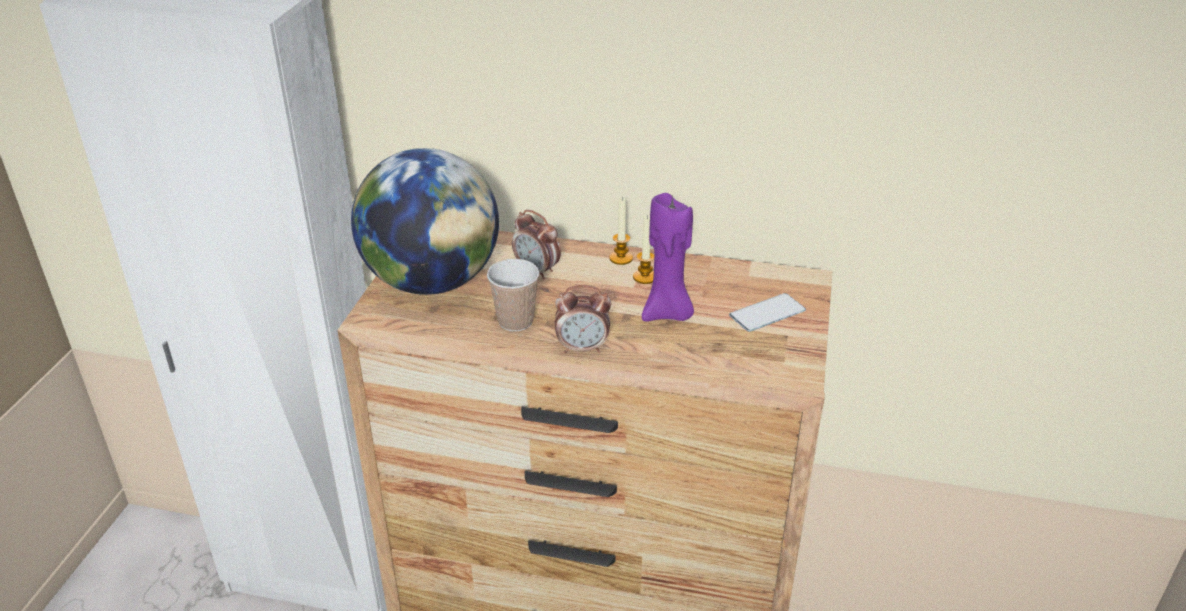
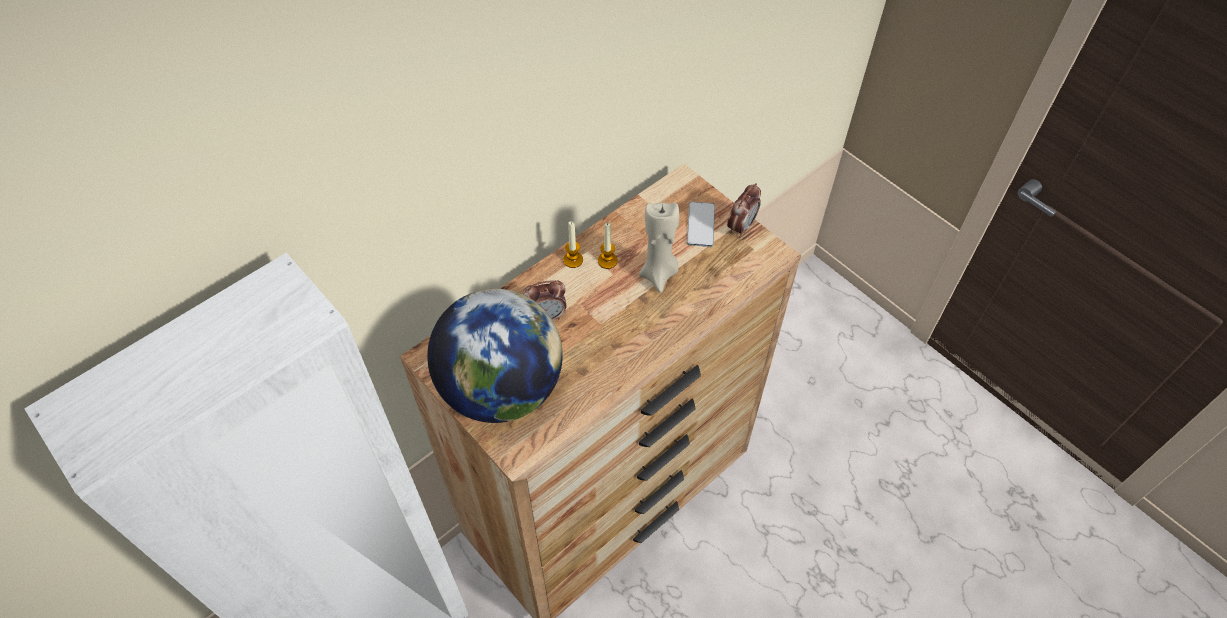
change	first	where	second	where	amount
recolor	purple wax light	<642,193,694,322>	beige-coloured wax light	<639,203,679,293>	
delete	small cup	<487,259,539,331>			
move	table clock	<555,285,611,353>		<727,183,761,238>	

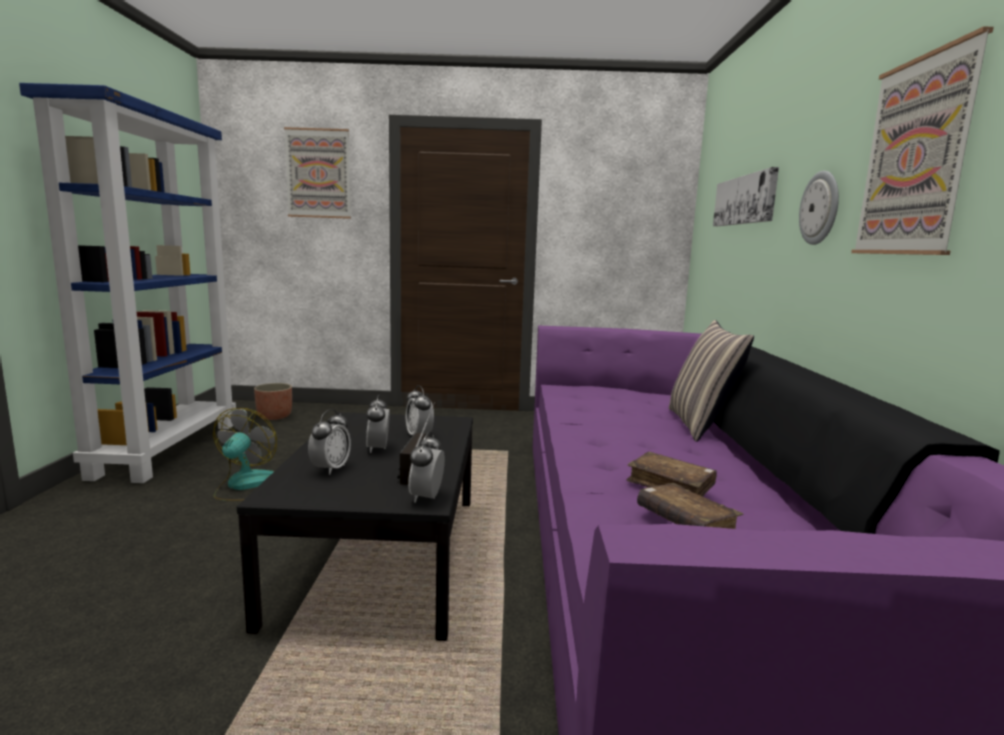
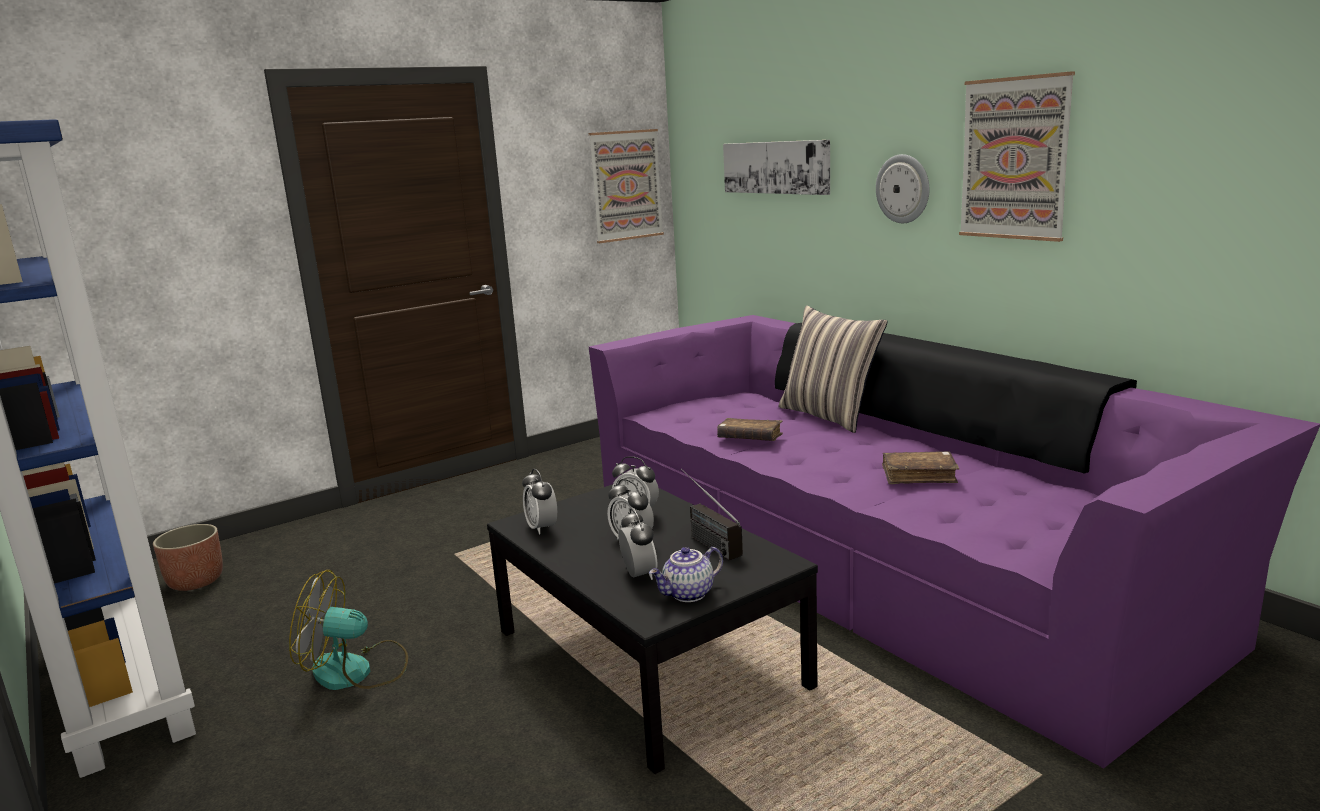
change	first	where	second	where	amount
move	wall picture	<284,127,351,219>		<589,129,664,243>	
rotate	fan	<213,408,277,501>		<289,570,408,690>	60 degrees counterclockwise
move	table clock	<408,431,445,503>		<522,469,557,535>	
move	brown-coloured volume	<637,483,743,529>		<717,418,783,441>	
insert			tea pot	<649,547,723,602>	

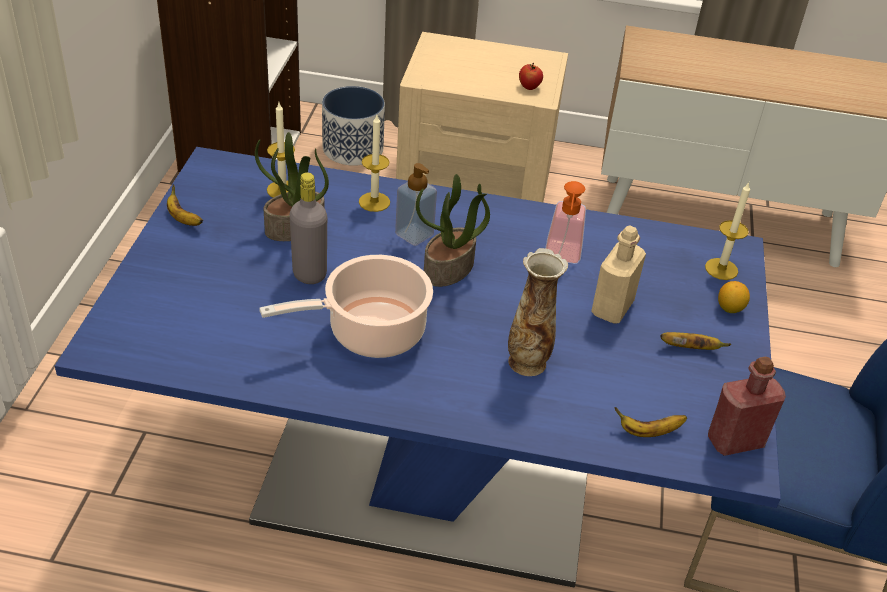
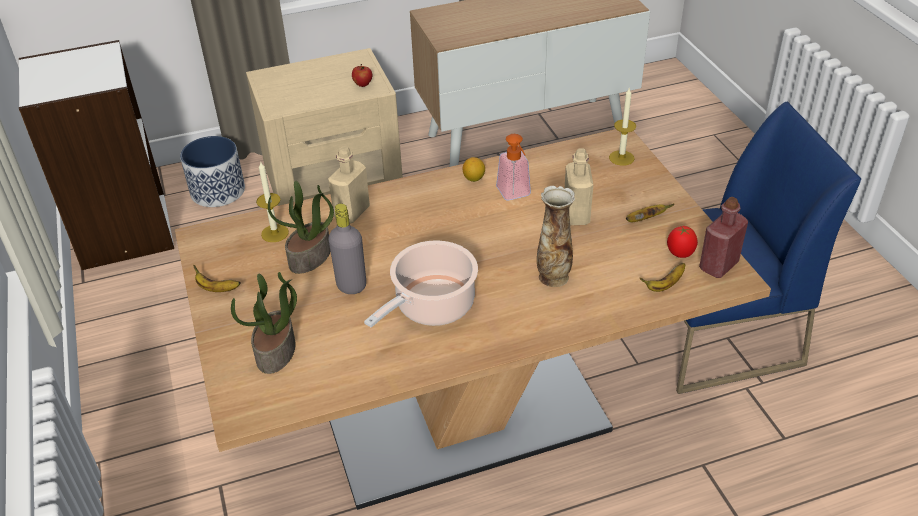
change	first	where	second	where	amount
replace	wax light	<359,115,390,212>	beige-coloured drink bottle	<328,146,370,224>	
recolor	blue dining table	<55,147,781,587>	brown-coloured dining table	<175,129,771,510>	
delete	liquid soap bottle	<395,163,437,246>			
move	potted plant	<416,174,490,287>		<231,272,297,374>	
move	citrus fruit	<718,281,750,313>		<462,157,485,182>	
insert			tomato	<667,226,698,258>	

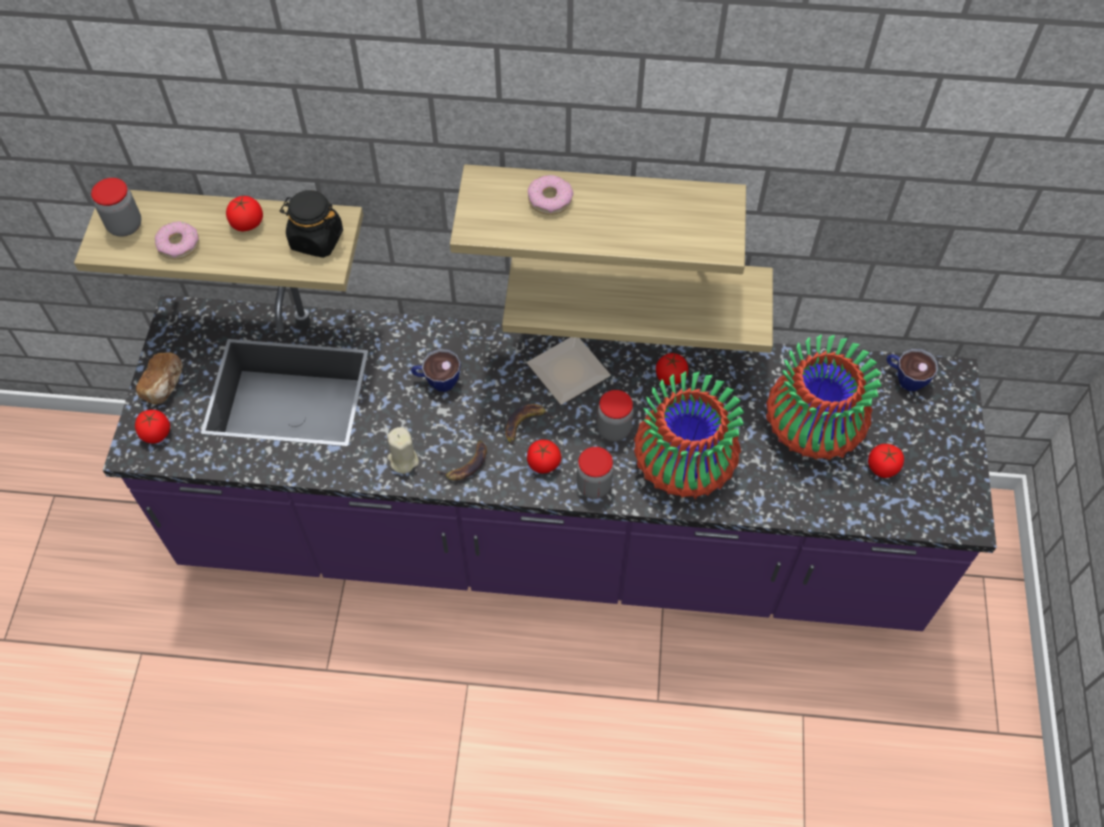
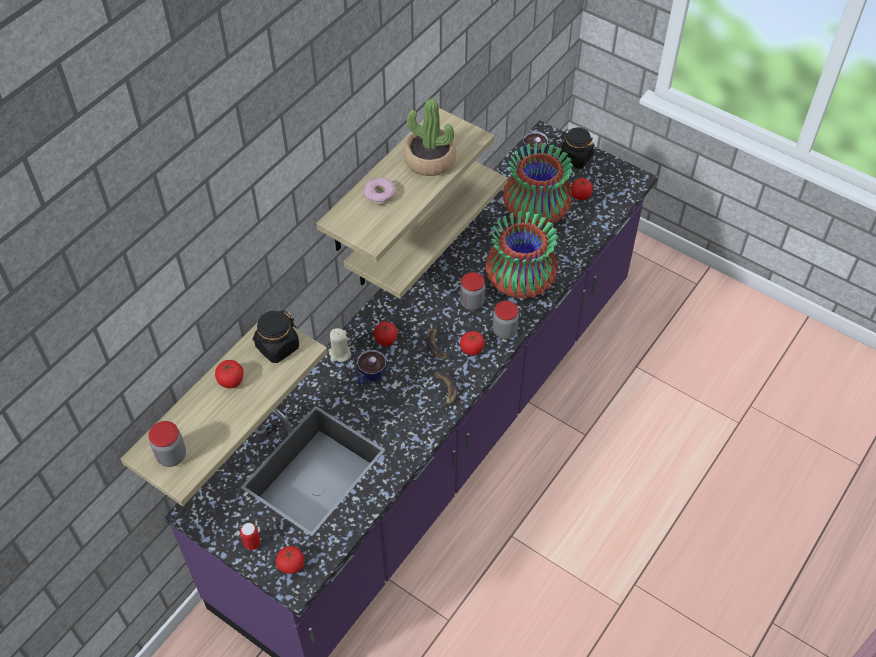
change	first	where	second	where	amount
delete	doughnut	<155,221,199,259>			
delete	flat dish	<527,337,611,405>			
replace	baked bread	<136,353,183,404>	metal can	<240,523,261,550>	
move	tomato	<656,353,688,385>		<374,321,398,346>	
move	beige-coloured wax light	<387,427,419,474>		<329,328,351,362>	
insert			potted plant	<403,98,457,176>	
insert			blackish preserve jar	<559,127,594,169>	

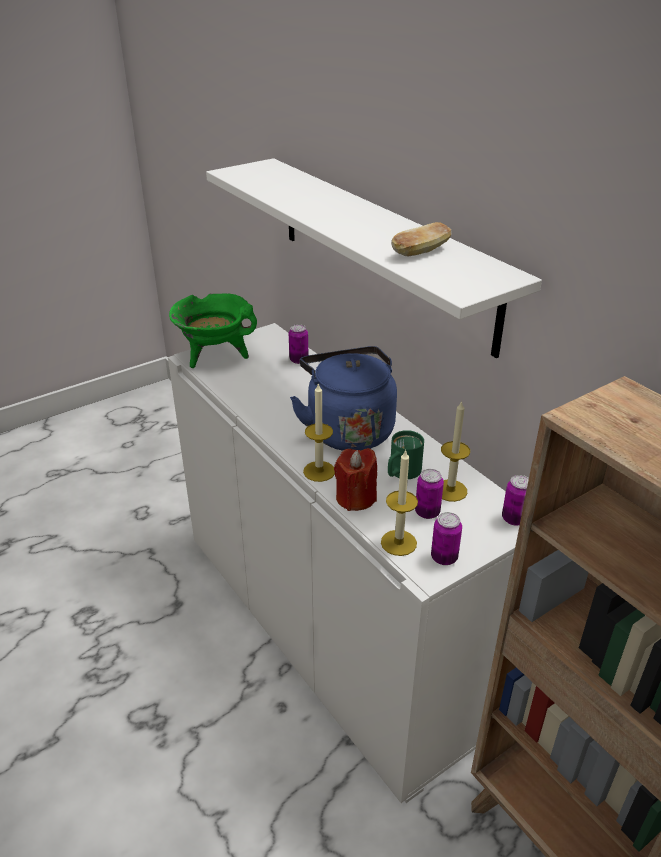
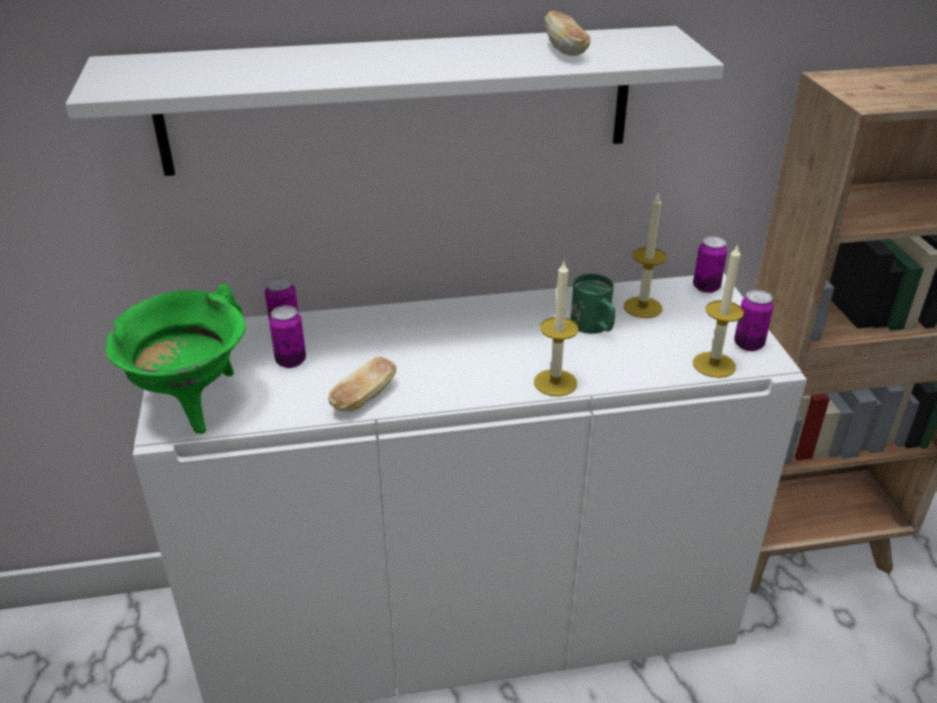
change	first	where	second	where	amount
delete	blue tea kettle	<290,346,397,450>			
delete	red-coloured wax light	<334,448,377,511>			
move	metal can	<415,469,444,519>		<269,305,306,368>	
insert			baked bread	<328,357,396,412>	

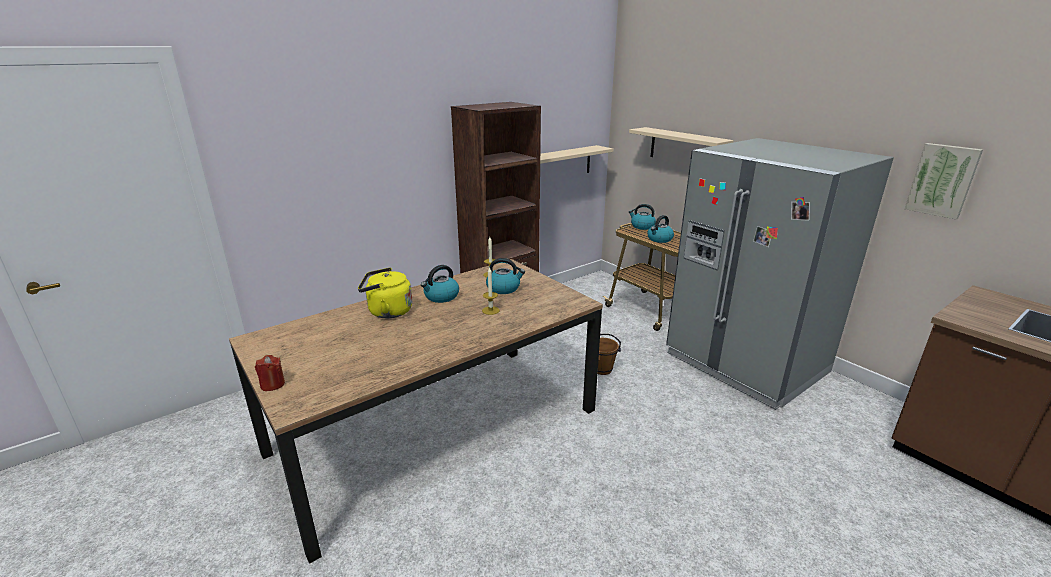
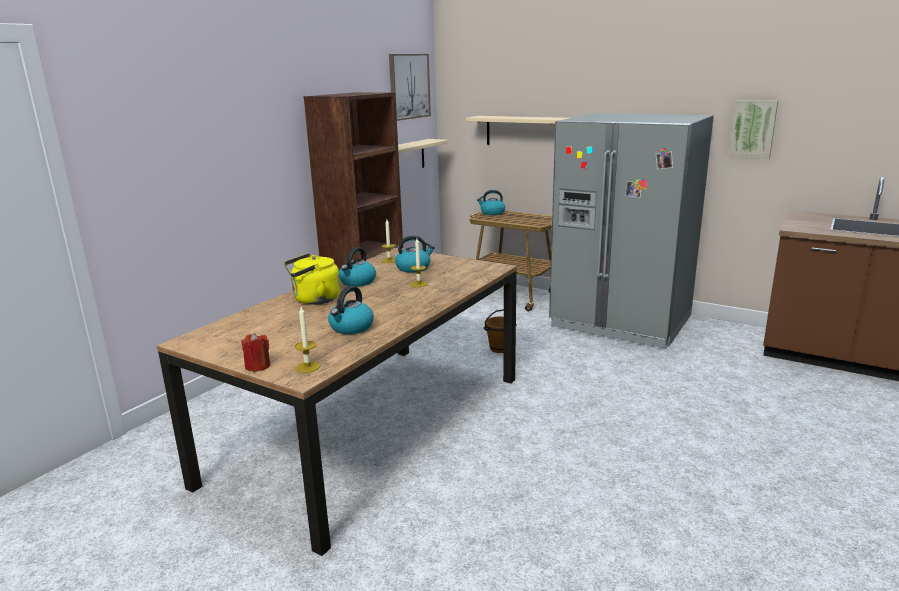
change	first	where	second	where	amount
move	tea kettle	<647,215,674,243>		<328,286,374,334>	
insert			wall picture	<389,54,431,121>	
insert			wax light	<295,307,320,373>	

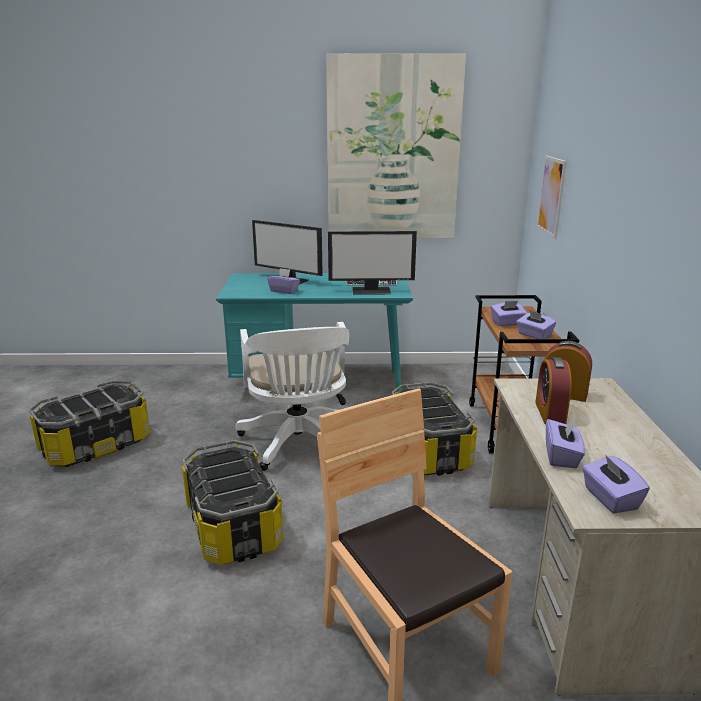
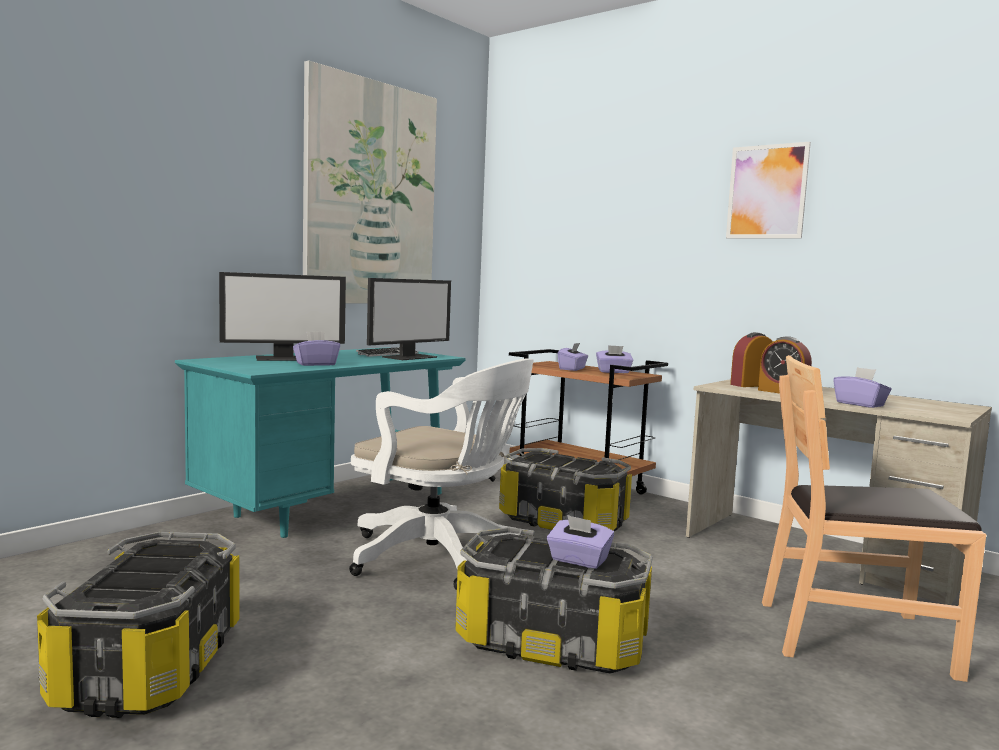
change	first	where	second	where	amount
move	wall picture	<537,156,567,239>		<726,142,811,239>	
move	purple box of tissues	<582,454,650,514>		<547,515,614,569>	

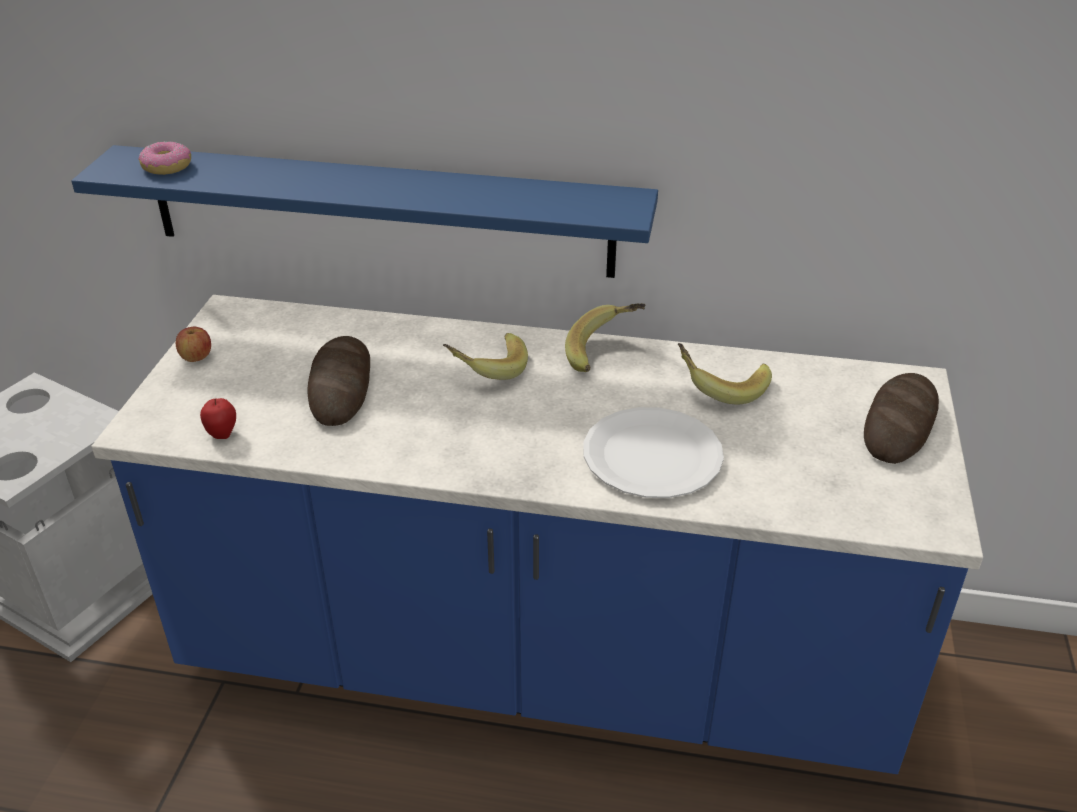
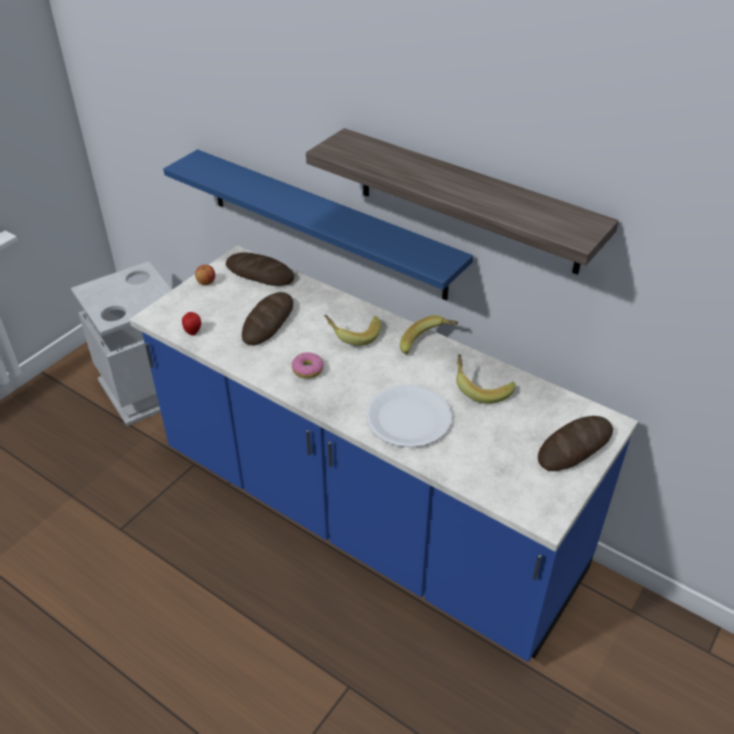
change	first	where	second	where	amount
move	doughnut	<138,141,191,175>		<292,352,324,378>	
insert			shelf	<306,128,619,275>	
insert			baked bread	<226,253,295,286>	

